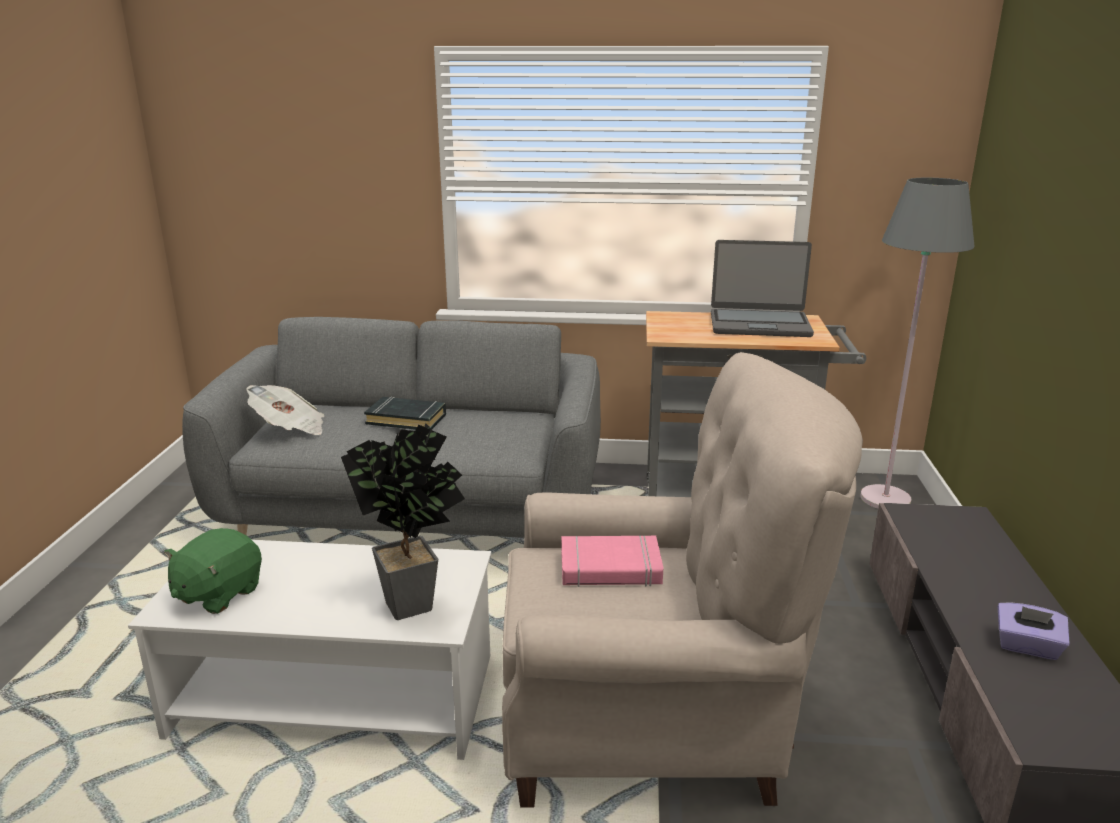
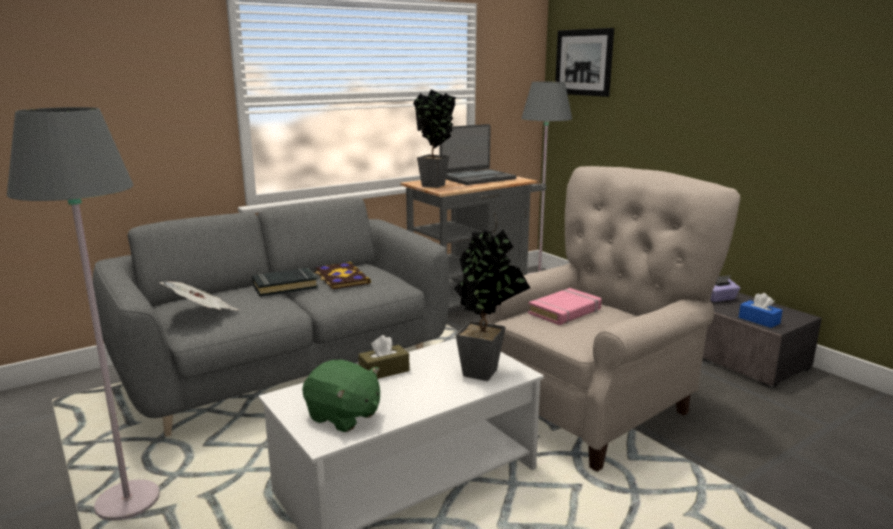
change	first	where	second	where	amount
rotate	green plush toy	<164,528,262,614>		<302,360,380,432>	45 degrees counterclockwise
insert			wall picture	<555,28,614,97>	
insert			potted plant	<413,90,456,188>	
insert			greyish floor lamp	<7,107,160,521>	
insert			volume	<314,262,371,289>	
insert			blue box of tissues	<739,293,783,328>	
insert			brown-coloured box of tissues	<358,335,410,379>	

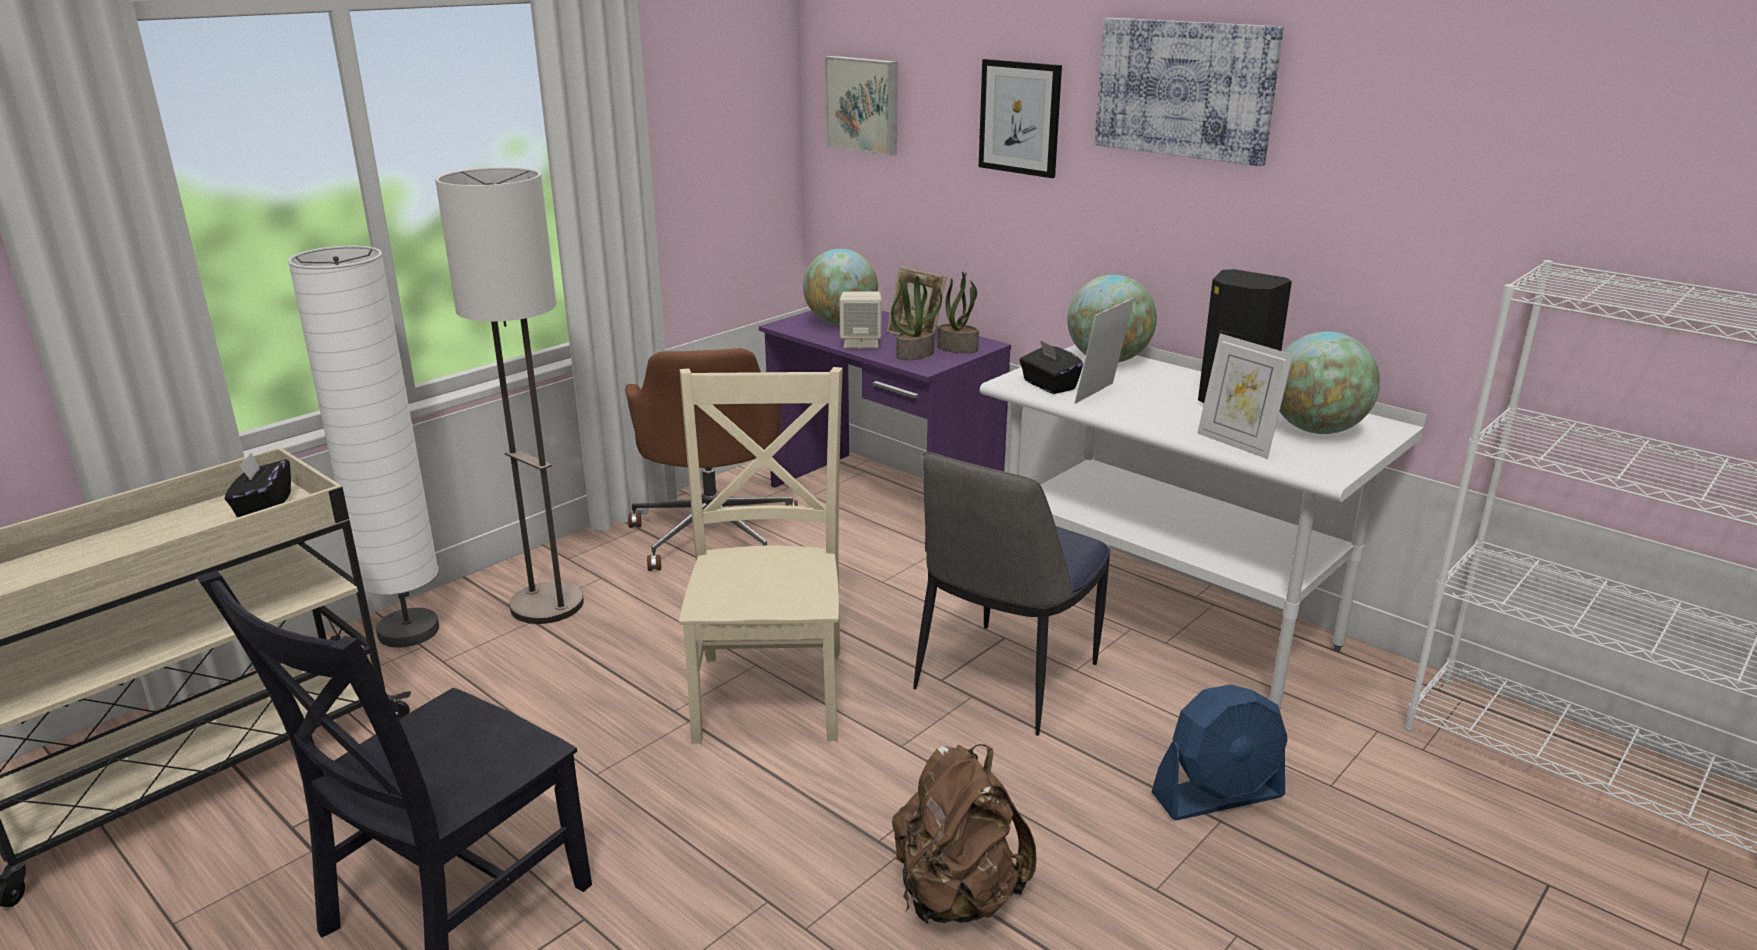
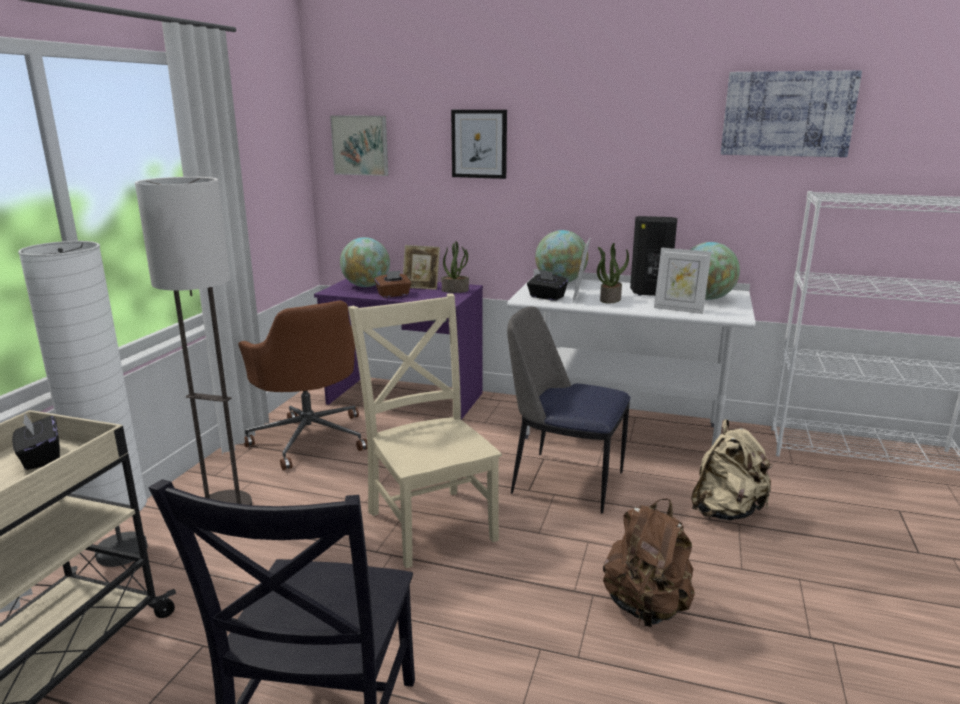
change	first	where	second	where	amount
move	wall picture	<1095,18,1284,166>		<721,70,862,157>	
move	potted plant	<891,276,942,360>		<597,243,629,303>	
replace	beige-coloured speaker	<840,292,882,349>	brown-coloured box of tissues	<375,270,411,298>	
rotate	chair	<913,452,1111,736>		<507,307,631,513>	105 degrees clockwise
replace	blue fan	<1151,684,1288,820>	beige-coloured knapsack	<691,419,773,520>	

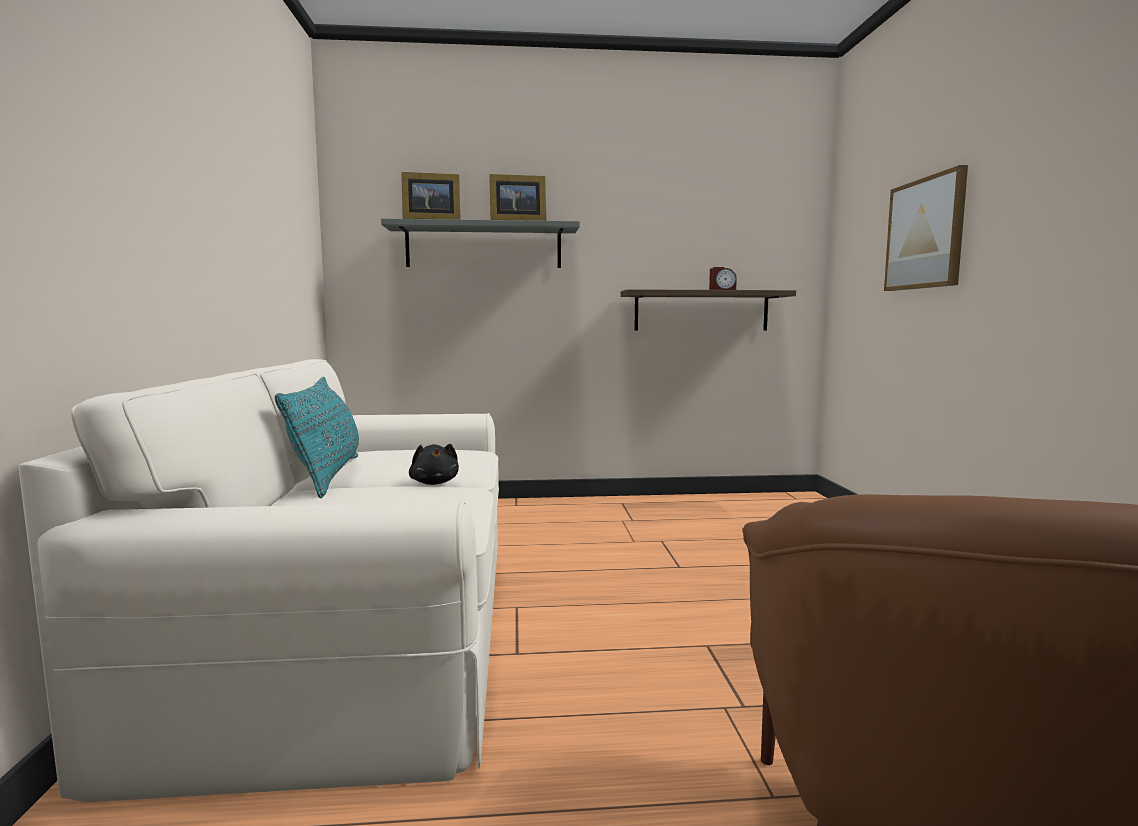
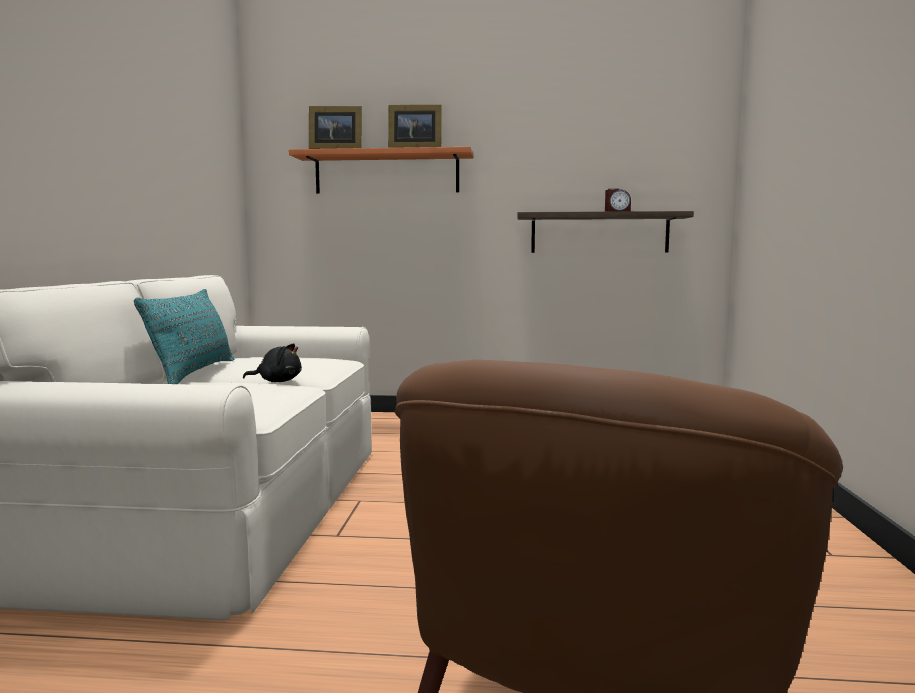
change	first	where	second	where	amount
delete	wall picture	<884,165,968,291>			
recolor	greyish shelf	<381,218,580,268>	orange-coloured shelf	<289,147,474,194>	
rotate	blackish plush toy	<409,444,459,485>		<243,343,302,382>	75 degrees counterclockwise

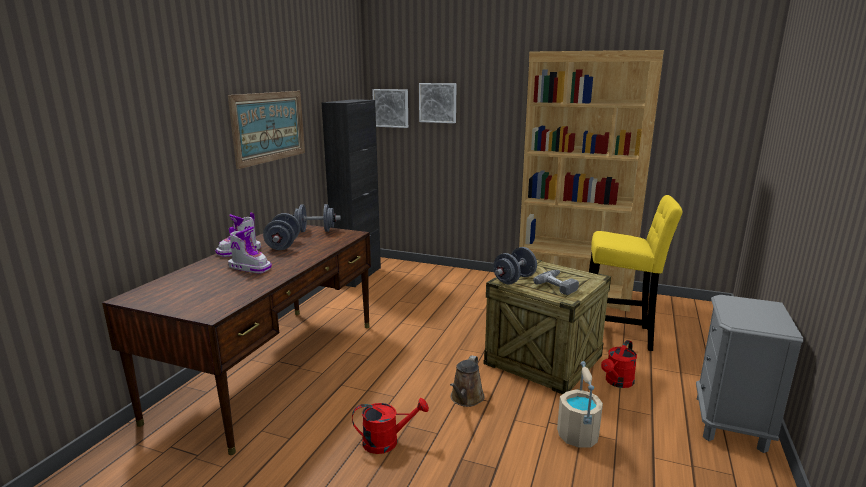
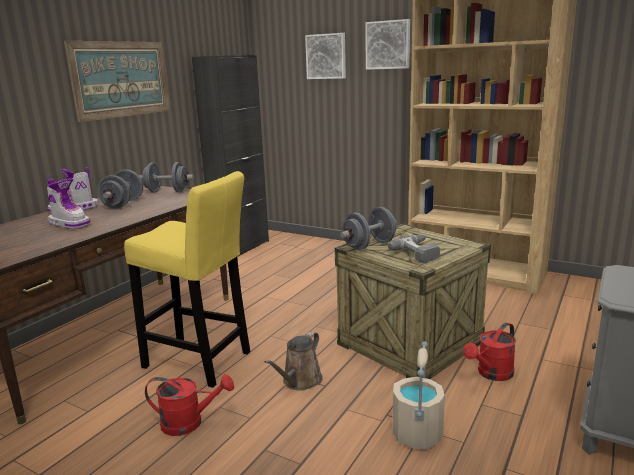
change	first	where	second	where	amount
move	wall picture	<372,89,408,128>		<365,19,410,70>	
move	yellow sitting stool	<589,195,682,351>		<124,171,250,388>	

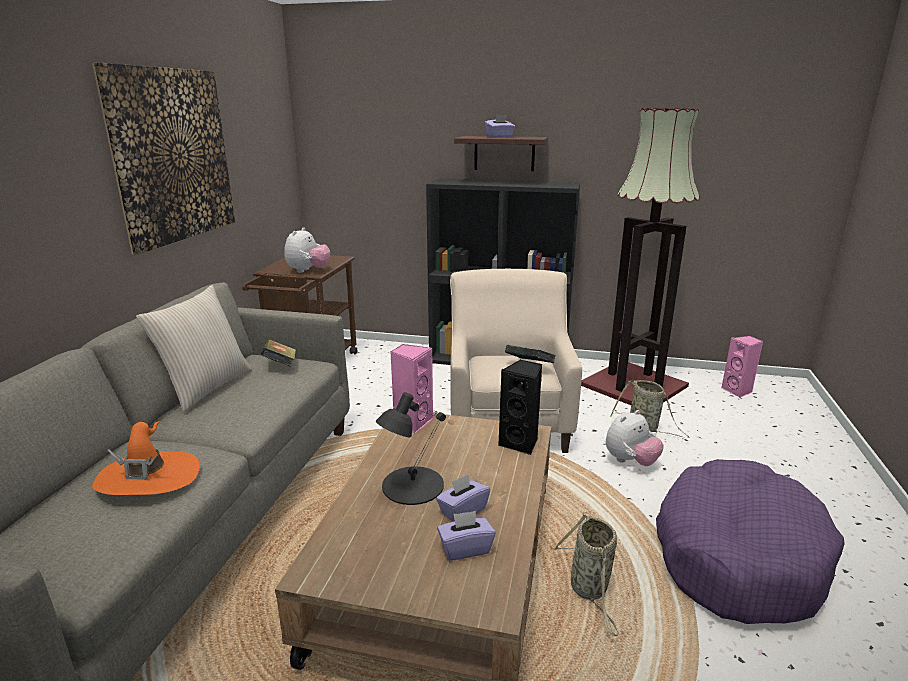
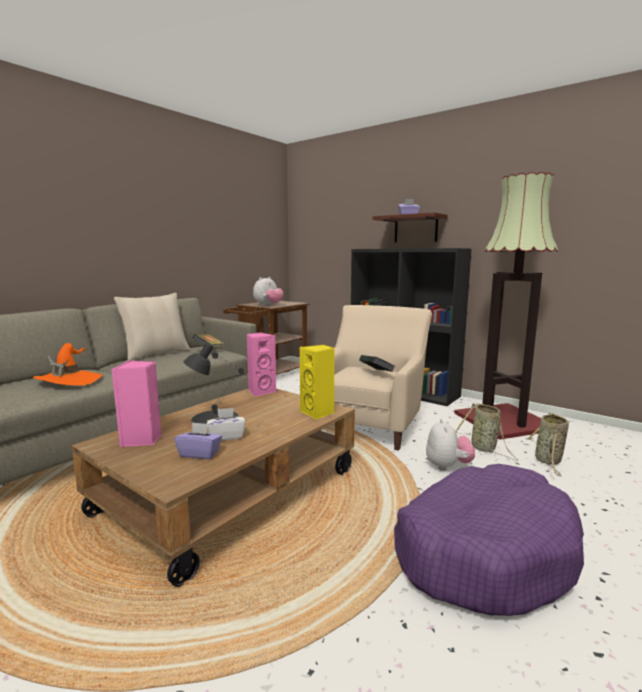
change	first	where	second	where	amount
delete	wall picture	<92,62,235,254>			
move	pink speaker	<721,336,763,398>		<111,360,161,447>	
recolor	blackish speaker	<498,360,542,455>	yellow speaker	<300,345,334,420>	
rotate	plush toy	<606,410,664,466>		<426,419,475,471>	75 degrees counterclockwise
recolor	purple box of tissues	<436,474,490,522>	white box of tissues	<207,408,246,441>	
move	storage basket	<553,512,619,636>		<528,412,569,477>	

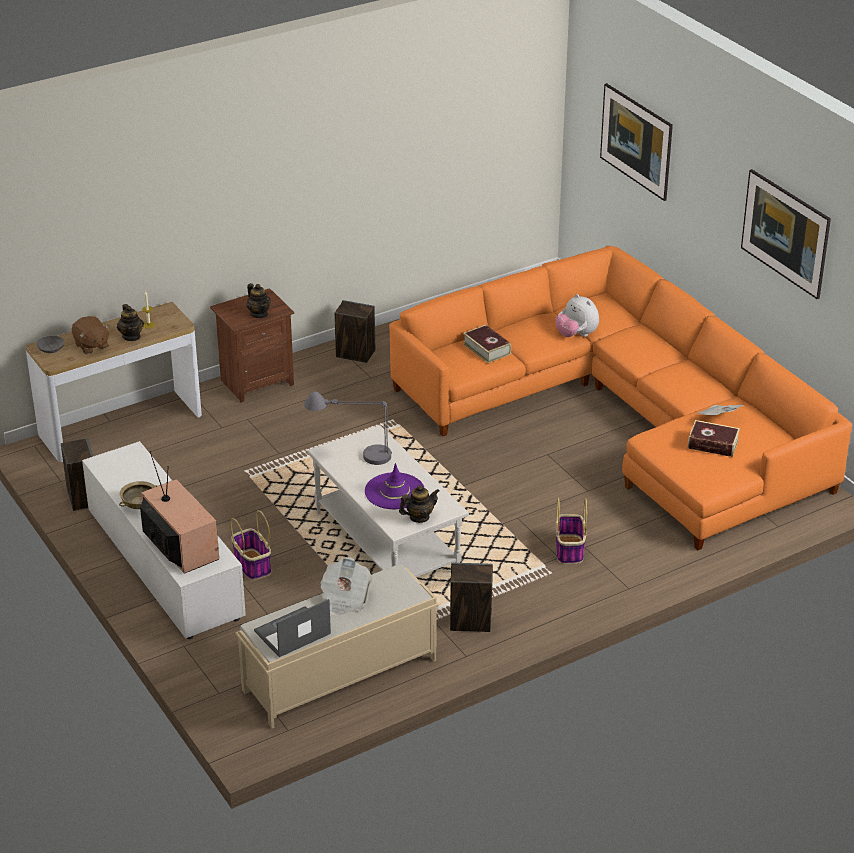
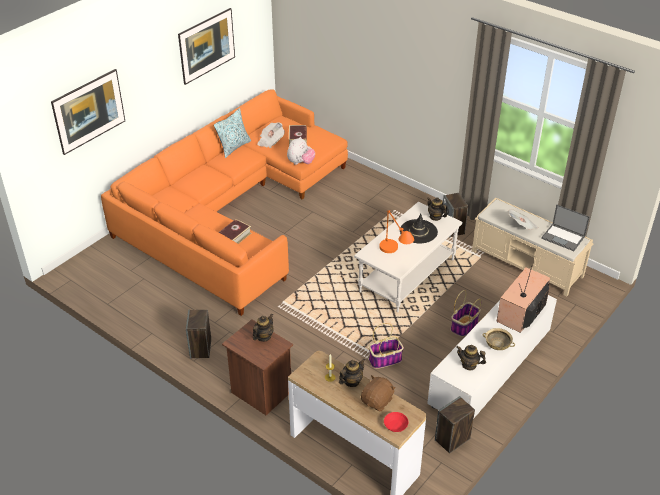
change	first	where	second	where	amount
move	plush toy	<555,294,599,337>		<287,137,315,165>	
recolor	greyish serving bowl	<36,336,64,353>	red-coloured serving bowl	<384,412,408,432>	
recolor	greyish tabletop lamp	<304,392,392,465>	orange-coloured tabletop lamp	<380,210,414,253>	
recolor	purple clothing hat	<365,463,424,509>	blackish clothing hat	<400,213,438,243>	
move	storage basket	<555,497,587,564>		<369,323,404,369>	
insert			pillow	<214,108,251,158>	
insert			tea pot	<456,345,486,370>	

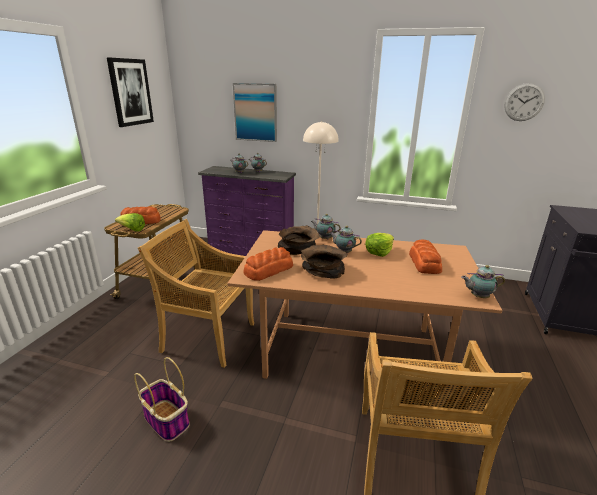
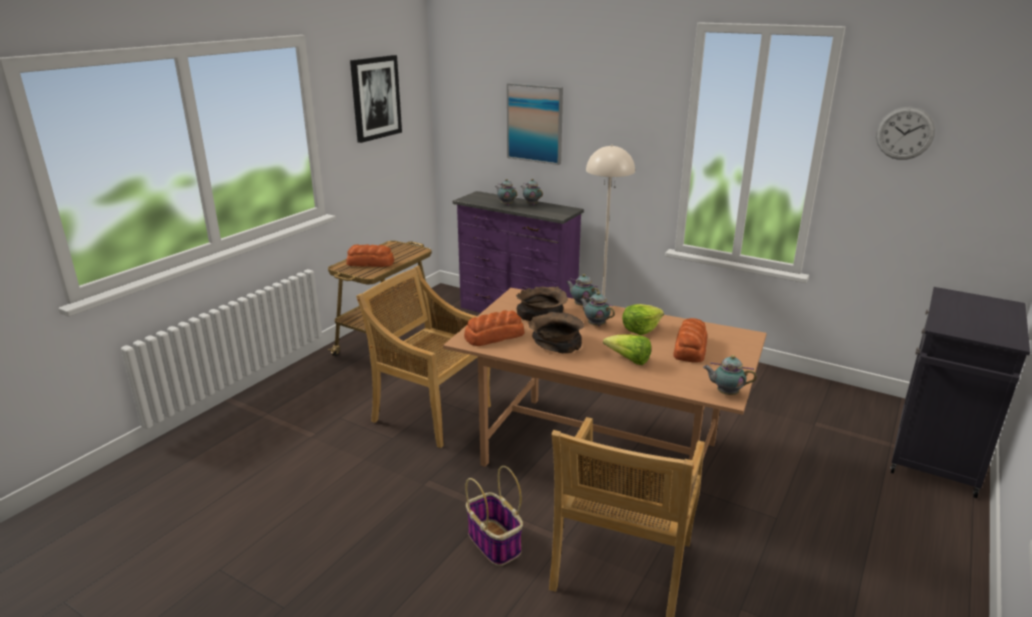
change	first	where	second	where	amount
move	lettuce head	<115,213,145,232>		<603,334,651,365>	
move	storage basket	<134,357,190,442>		<465,466,523,566>	

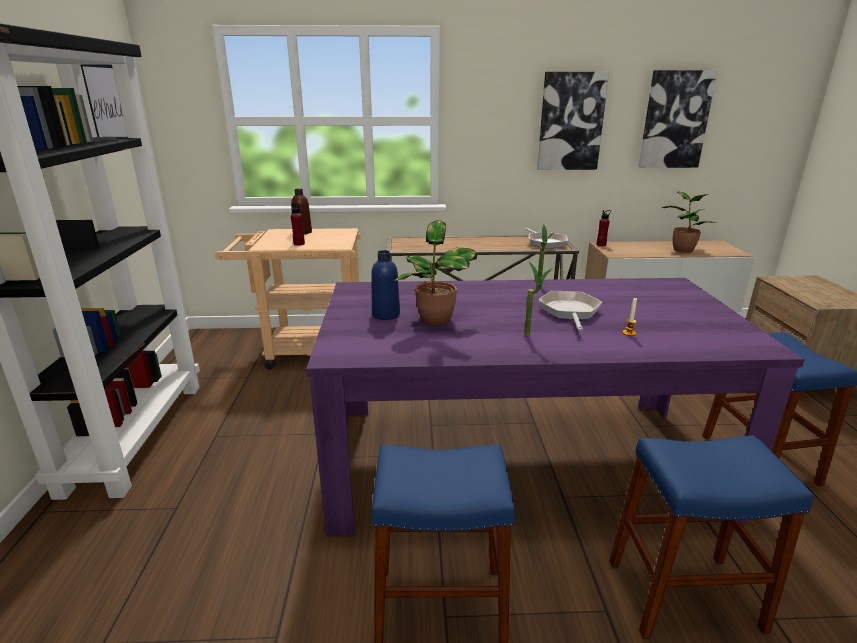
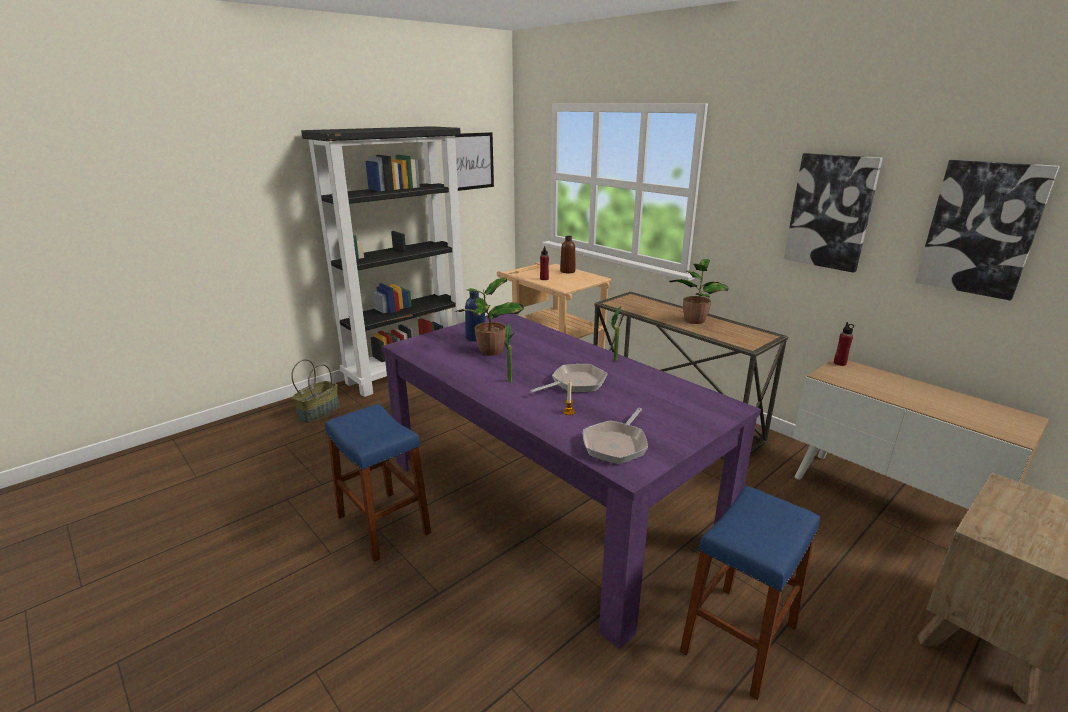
change	first	where	second	where	amount
move	potted plant	<662,191,716,253>		<670,259,729,324>	
move	frying pan	<525,228,568,249>		<583,408,648,464>	
delete	blue sitting stool	<609,435,814,639>			
insert			storage basket	<291,359,340,423>	

